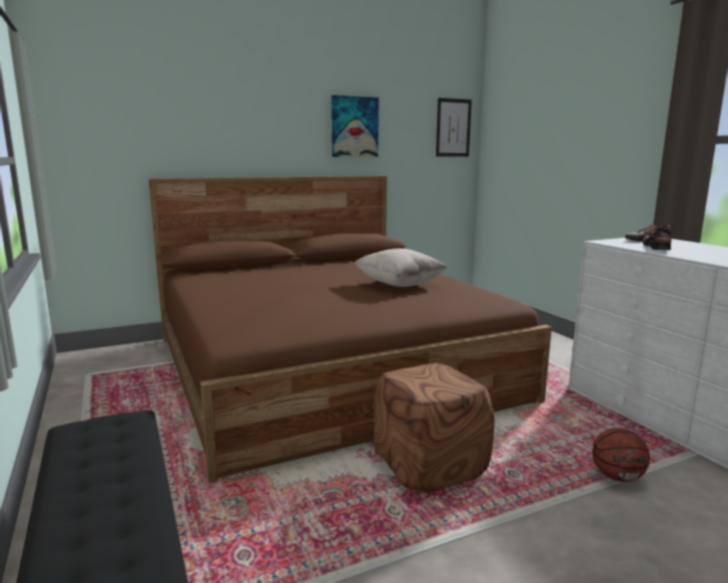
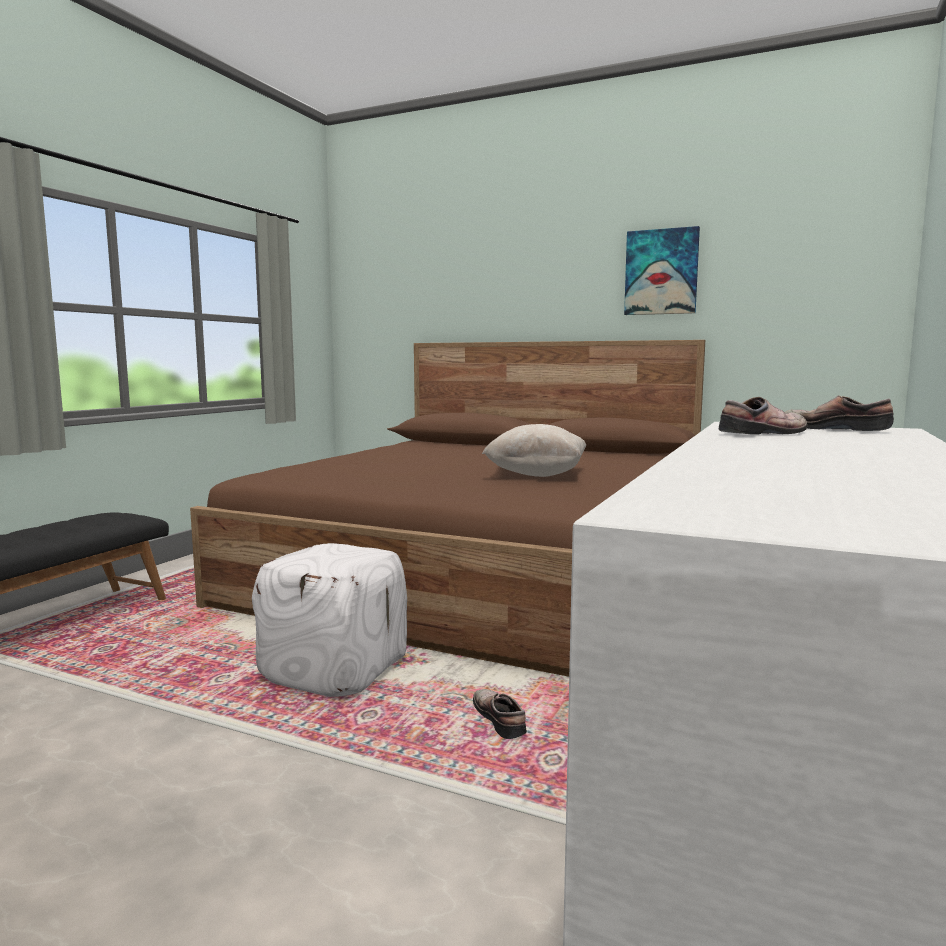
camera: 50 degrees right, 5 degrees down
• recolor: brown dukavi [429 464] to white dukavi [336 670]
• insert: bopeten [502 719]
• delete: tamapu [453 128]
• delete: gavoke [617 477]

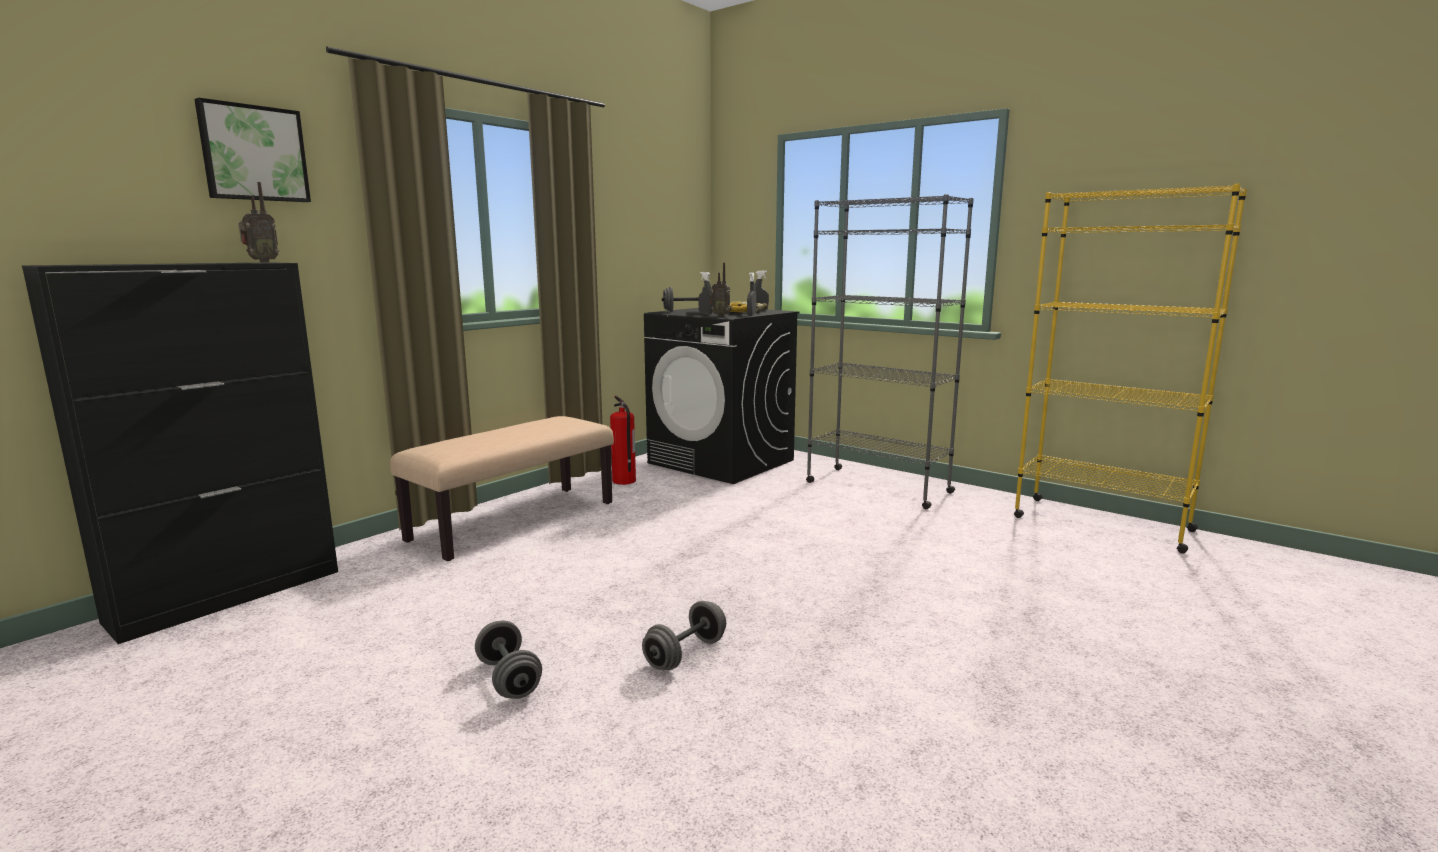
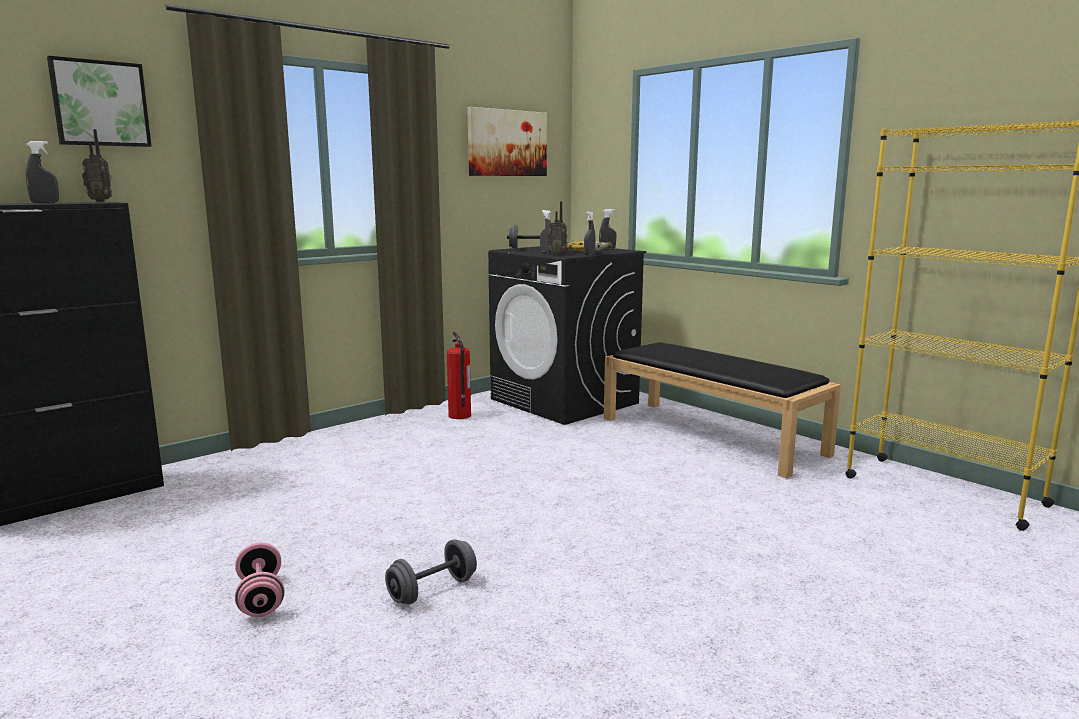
camera: 10 degrees right, 0 degrees up
• insert: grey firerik [45 202]
• rotate: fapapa [260 262] = [101 201] 60 degrees clockwise
• recolor: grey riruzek [509 679] to pink riruzek [261 598]
• insert: tamapu [507 143]
• replace: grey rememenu [877 487] to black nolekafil [712 436]
• delete: beige nolekafil [514 521]

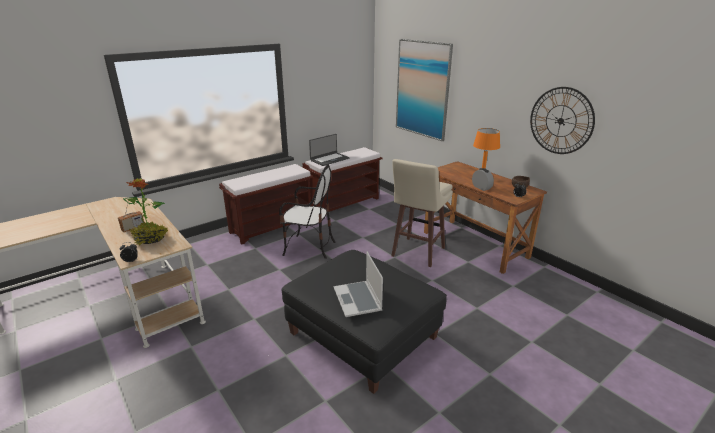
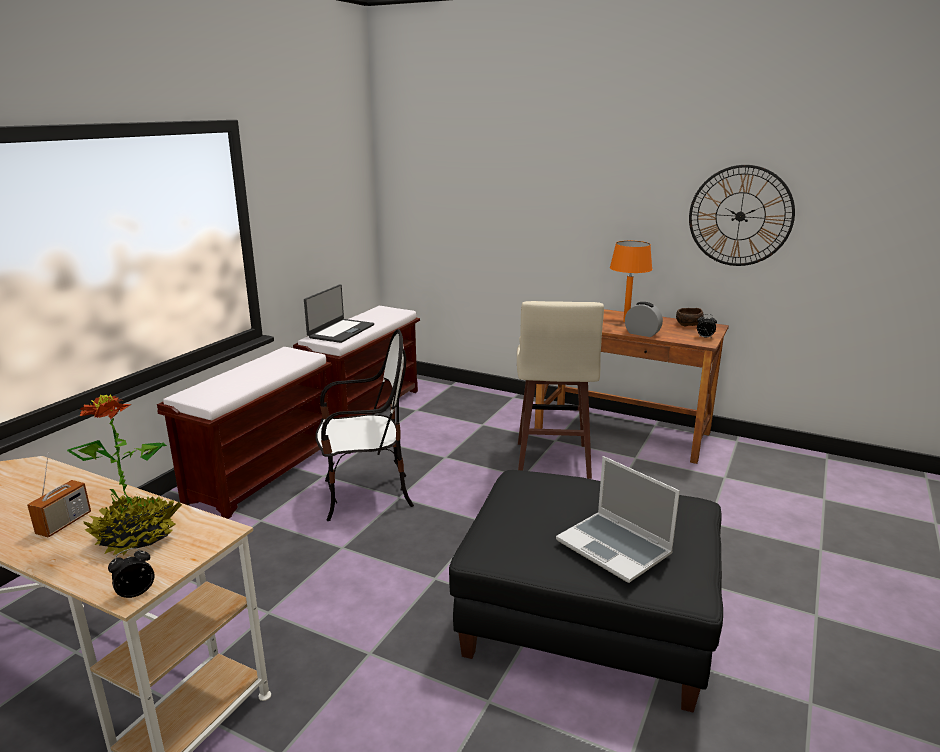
camera: 25 degrees left, 5 degrees down
• delete: tamapu [422 89]

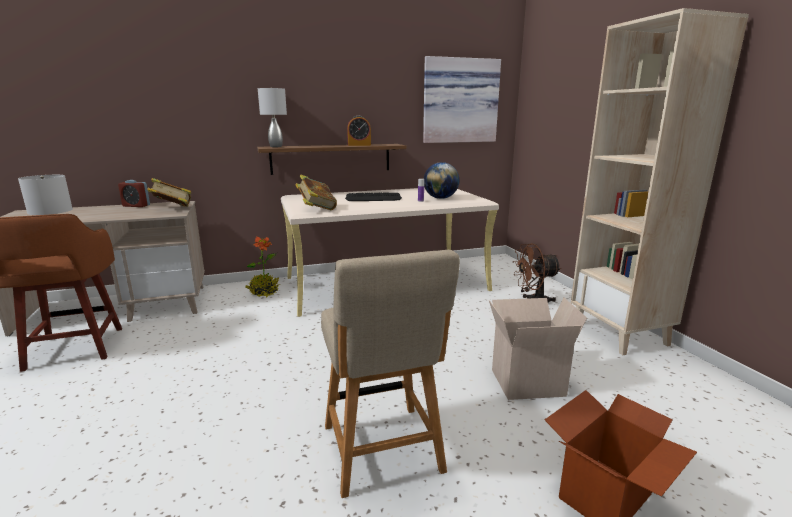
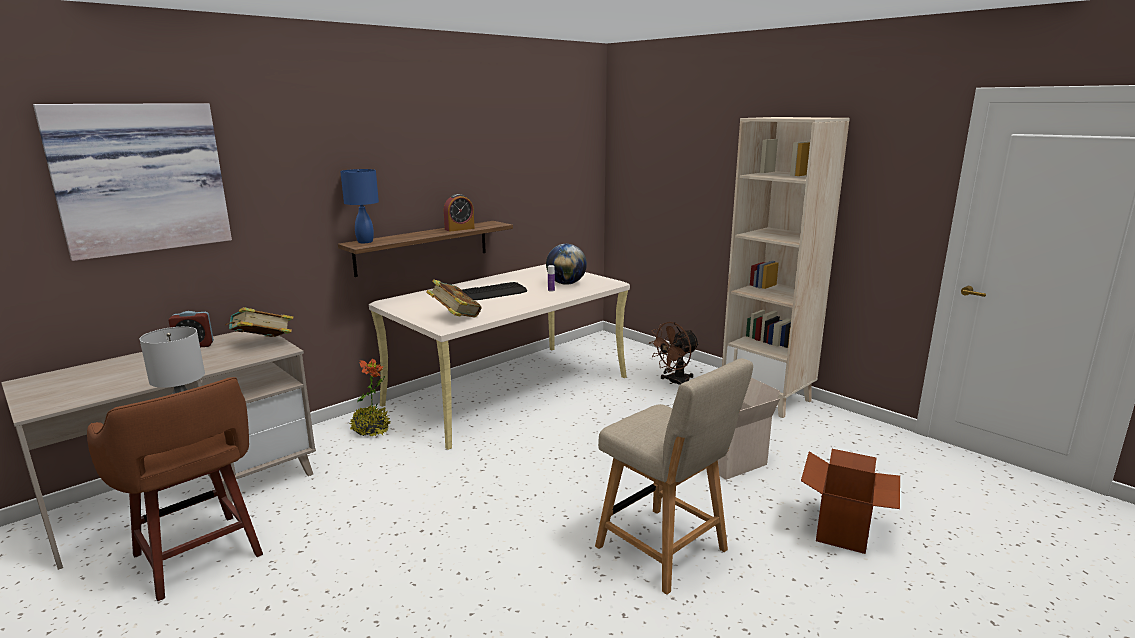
camera: 25 degrees left, 0 degrees up
• move: tamapu [459 101] to [140 178]
• recolor: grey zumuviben [276 146] to blue zumuviben [365 241]

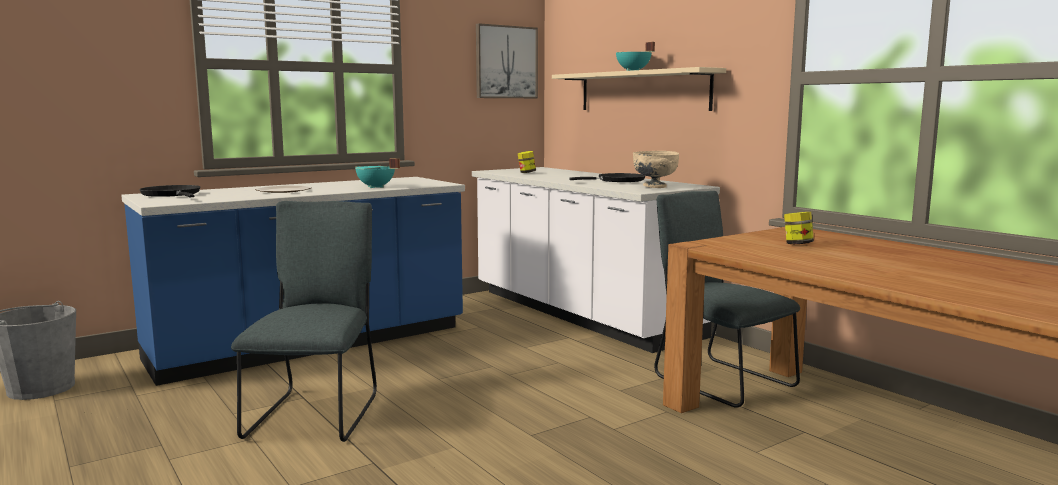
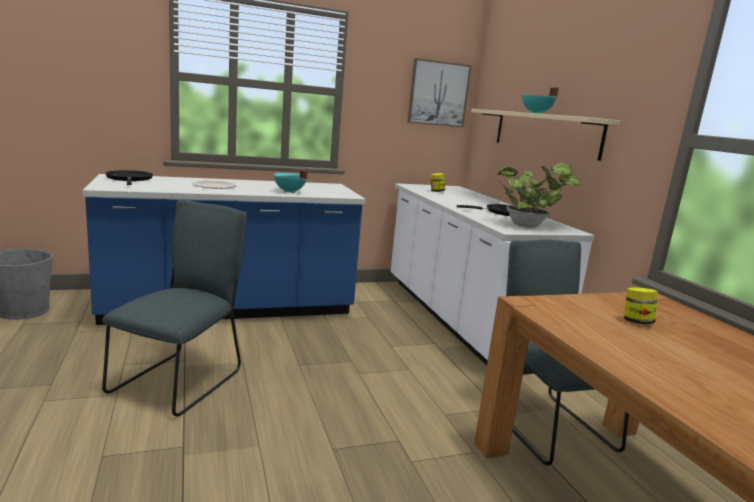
camera: 15 degrees right, 5 degrees up
• replace: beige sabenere [654 187] to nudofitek [528 226]

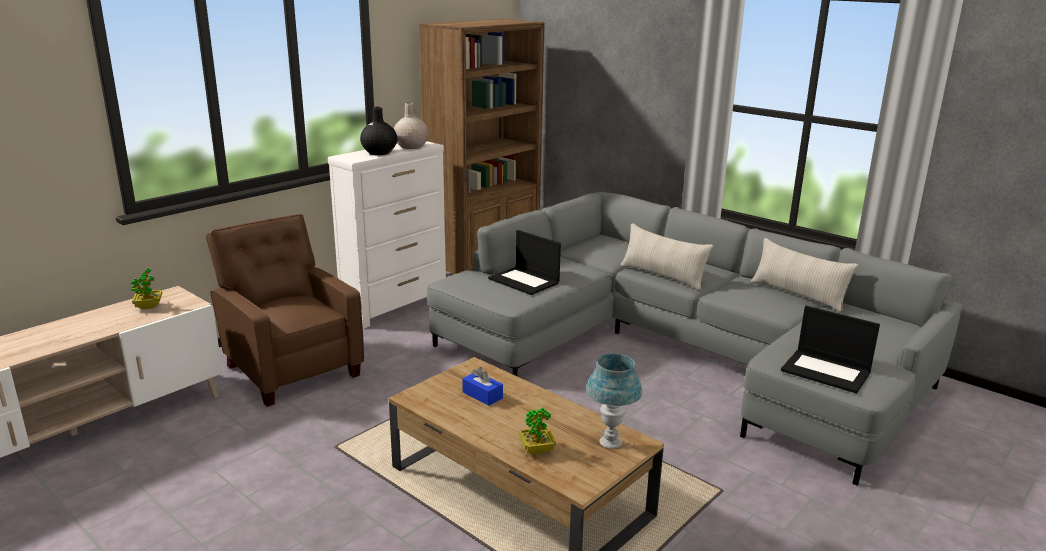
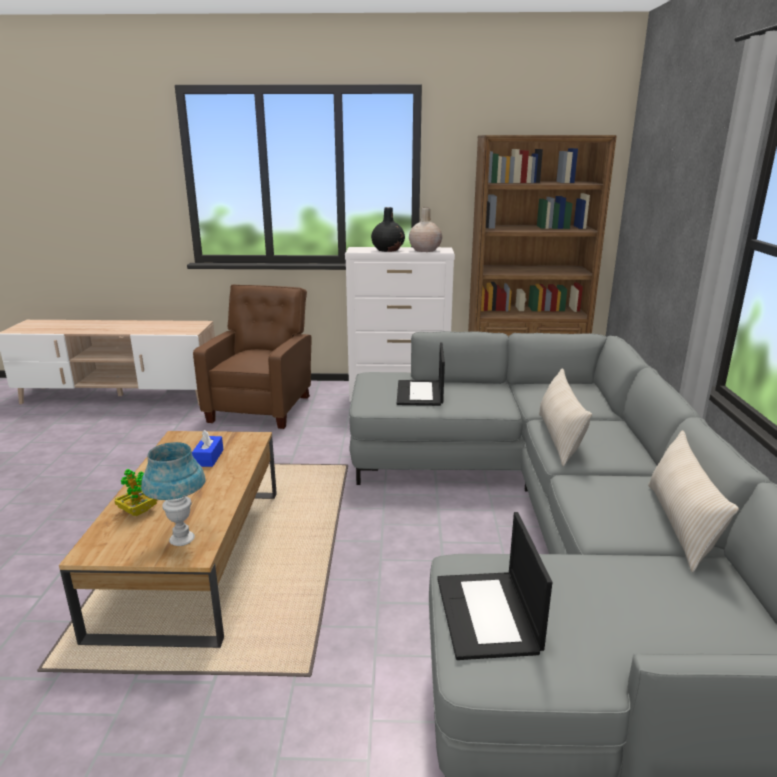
camera: 50 degrees right, 0 degrees up
• delete: nudofitek [149 306]

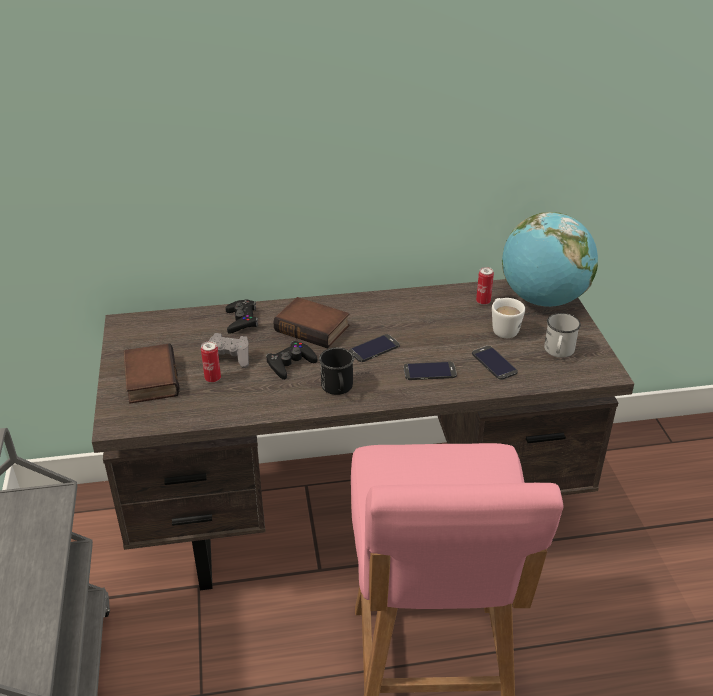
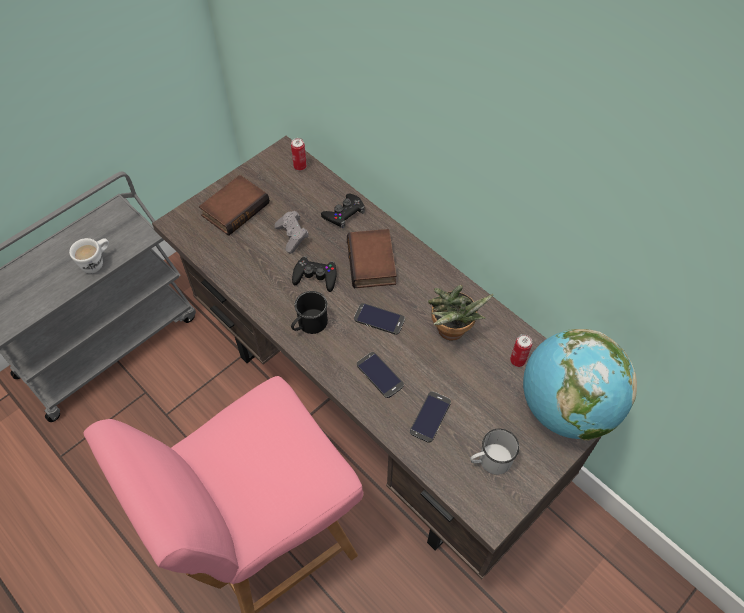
camera: 55 degrees right, 20 degrees up
• move: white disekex [503 329] to [97 262]
• move: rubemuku [213 378] to [300 166]
• insert: nudofitek [451 333]

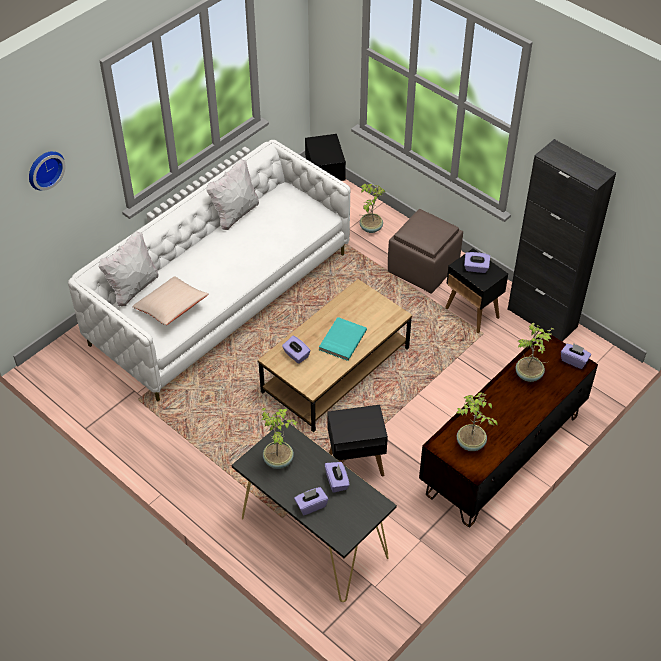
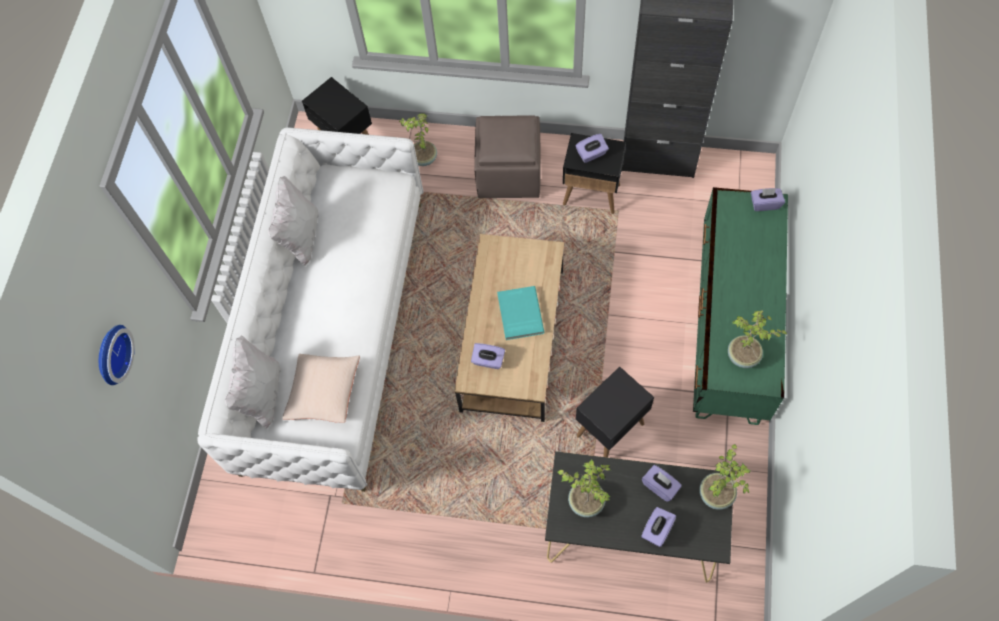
camera: 30 degrees left, 15 degrees up
• recolor: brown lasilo [502 454] to green lasilo [729 329]
• move: nudofitek [529 375] to [717 494]

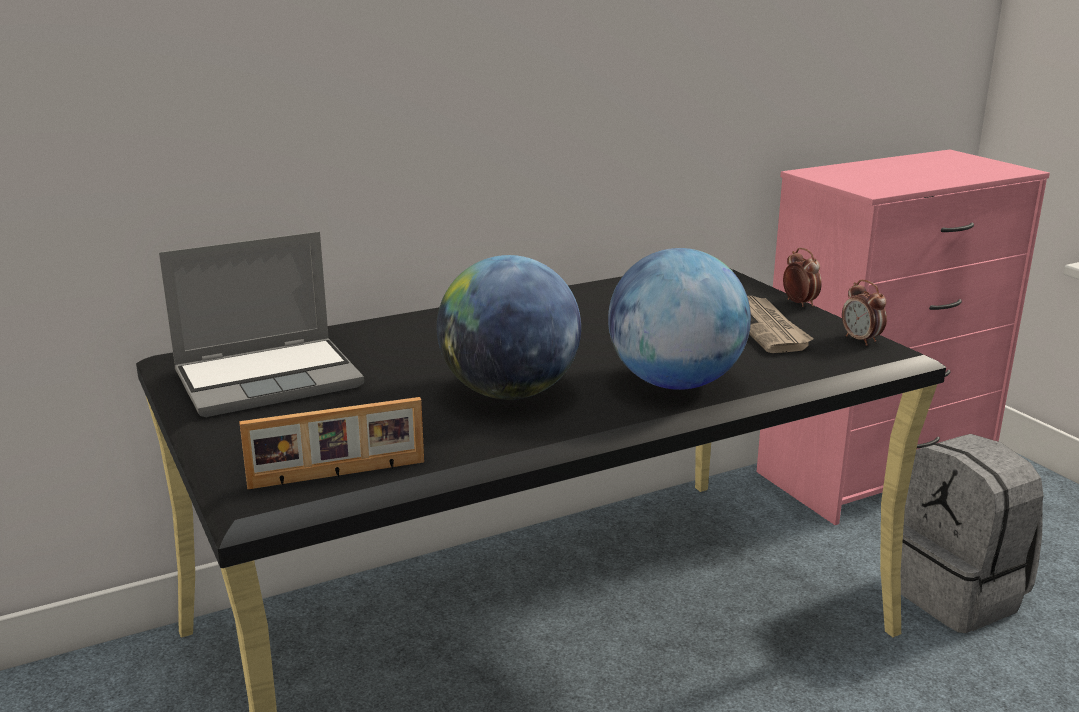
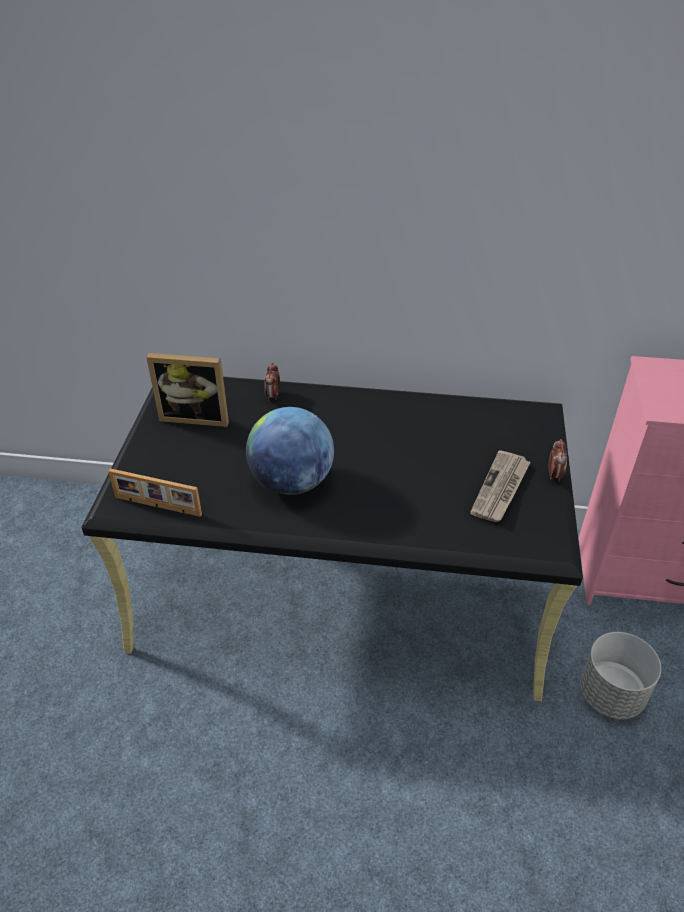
camera: 35 degrees right, 20 degrees up
• replace: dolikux [270 379] to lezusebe [196 416]
• move: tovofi [861 340] to [273 396]
• replace: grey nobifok [957 593] to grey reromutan [611 695]
• delete: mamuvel [675 383]

